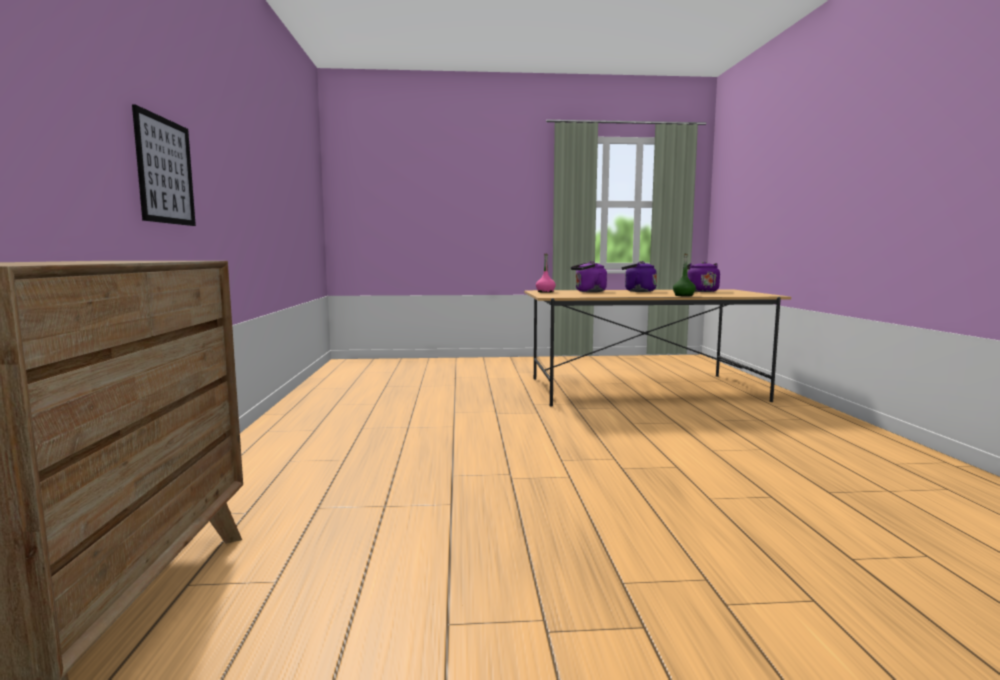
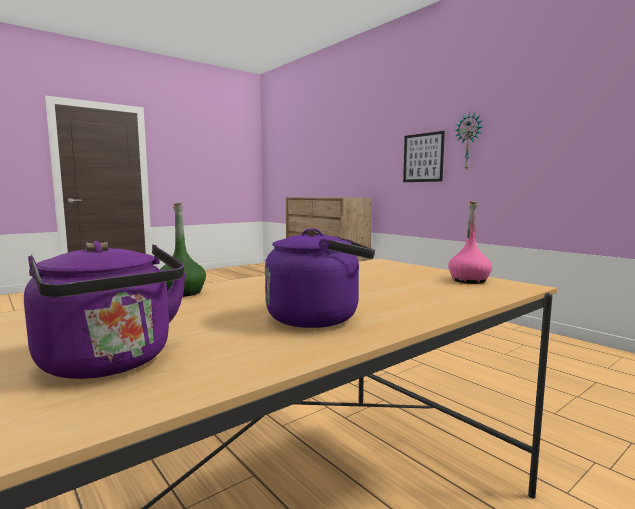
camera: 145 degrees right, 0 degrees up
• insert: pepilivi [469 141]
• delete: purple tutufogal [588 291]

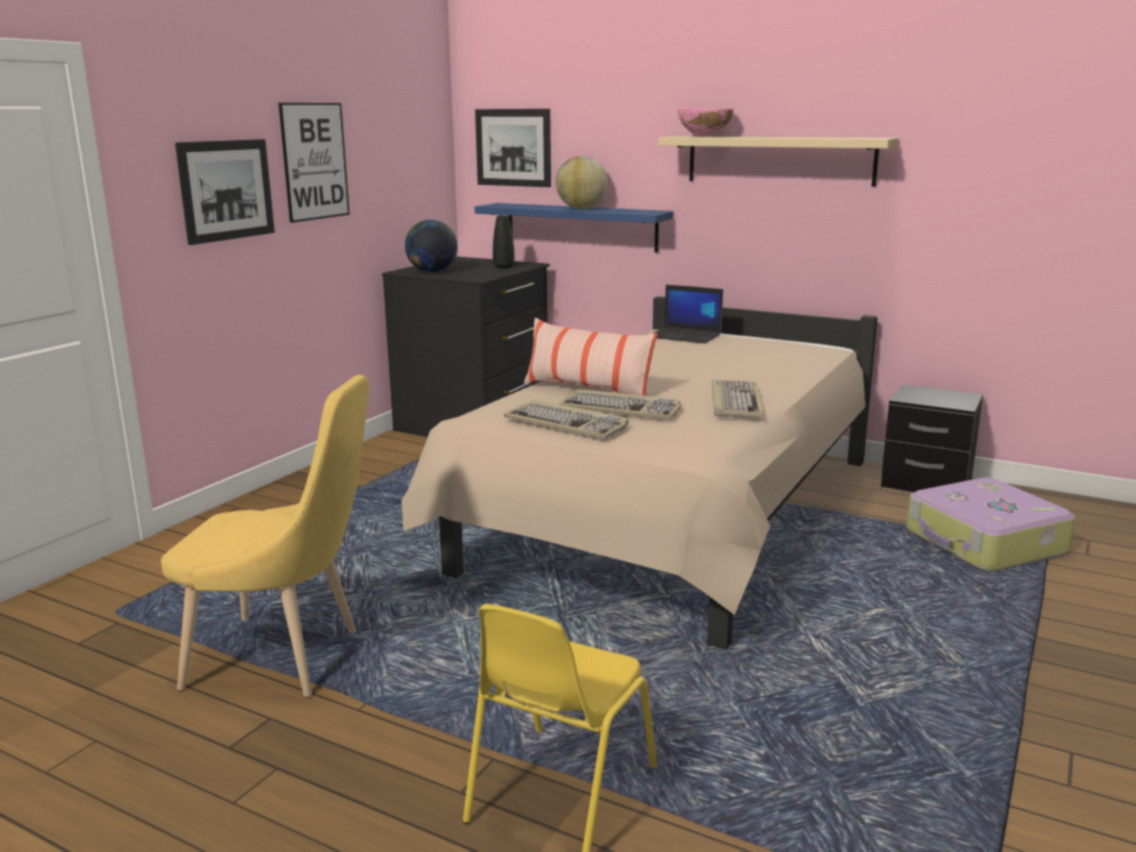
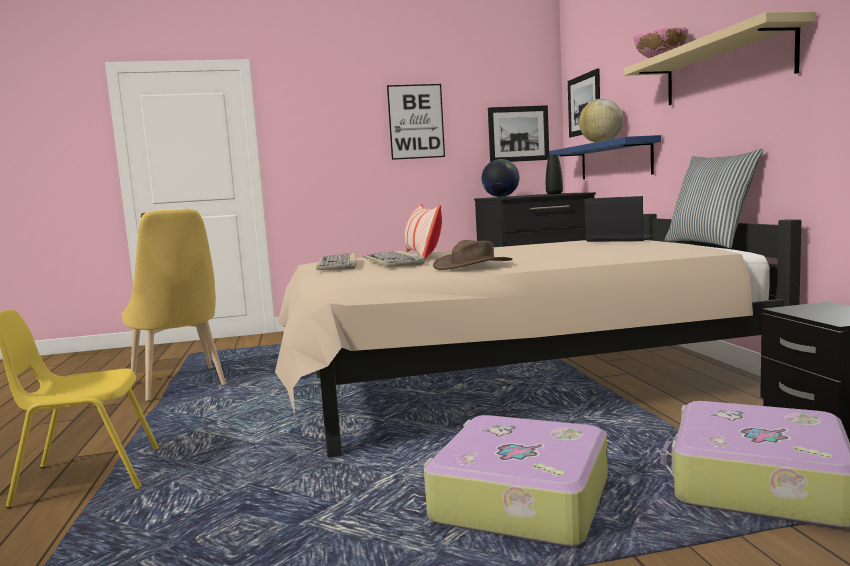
camera: 50 degrees right, 10 degrees down
• insert: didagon [518 500]
• replace: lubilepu [735 402] to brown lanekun [472 265]
• move: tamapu [226 190] to [518 134]
• rotate: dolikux [686 336] = [618 239] 135 degrees clockwise
• insert: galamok [709 243]

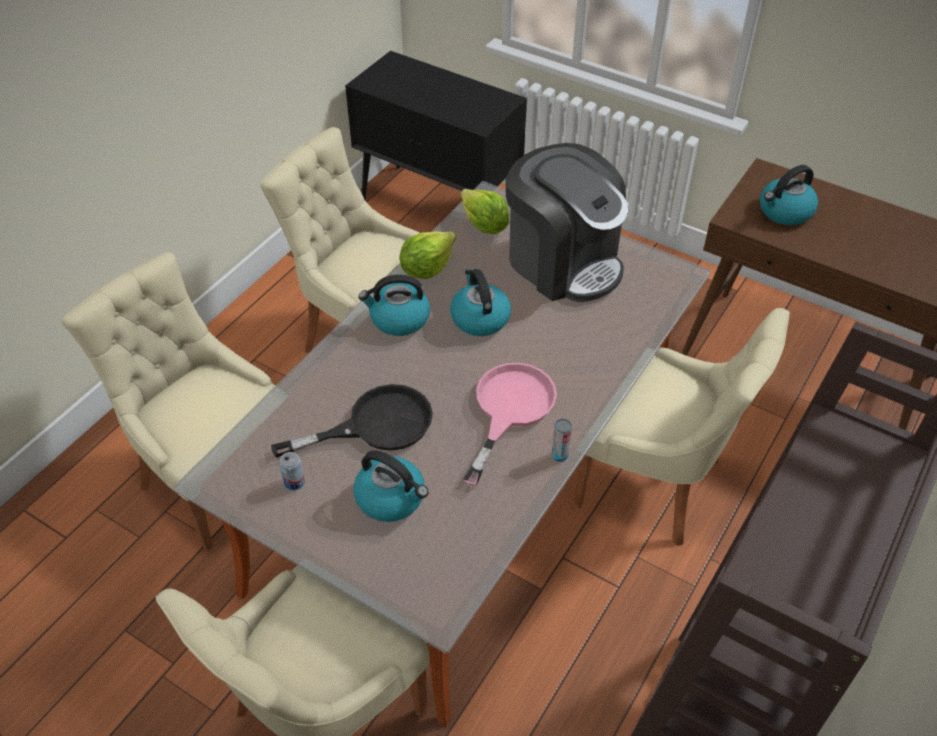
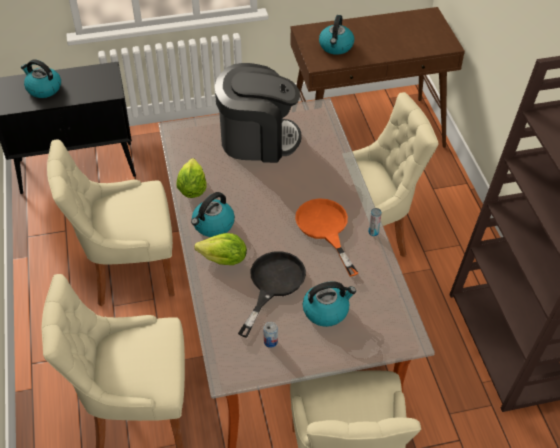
camera: 45 degrees left, 0 degrees up
• move: tutufogal [479 318] to [43 89]
• move: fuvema [484 226] to [224 260]
• recolor: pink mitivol [509 409] to orange mitivol [325 229]

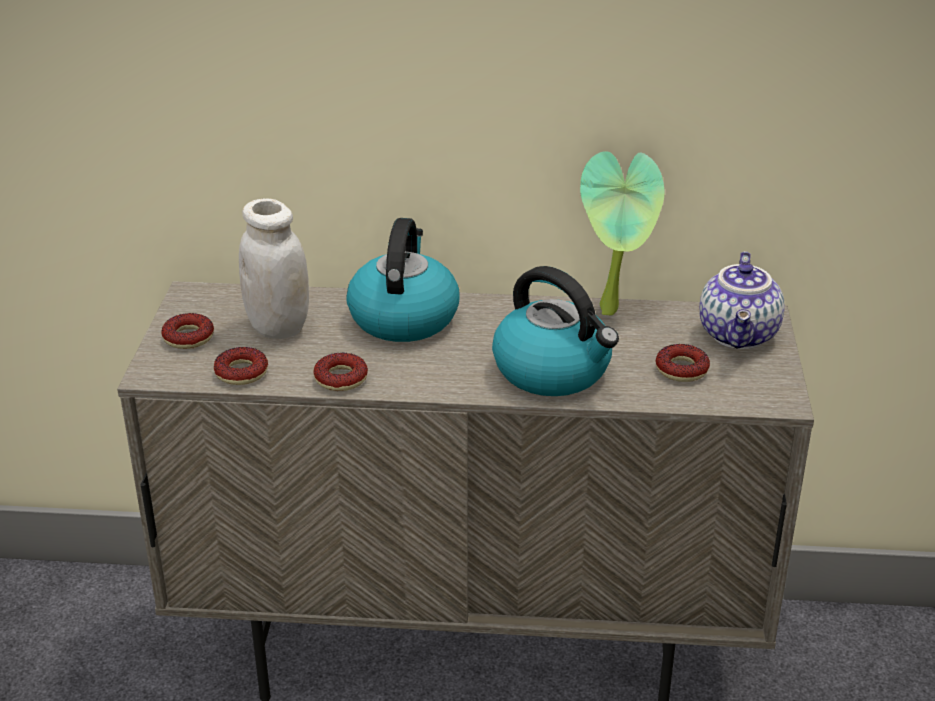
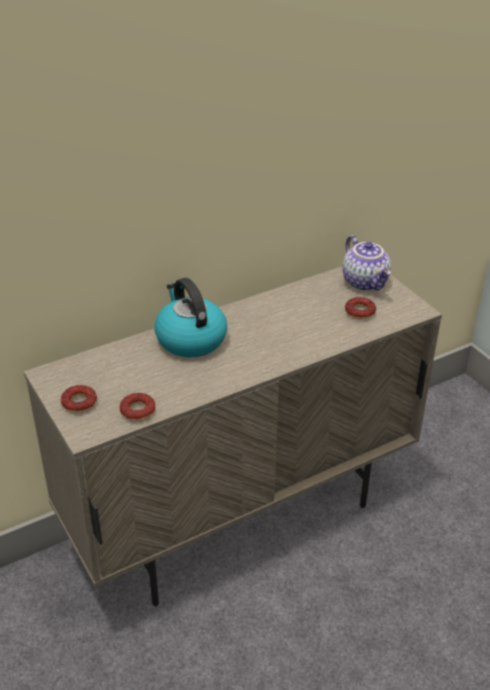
camera: 35 degrees left, 5 degrees up
• delete: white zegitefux [278 327]
• delete: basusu [341 378]
• delete: tutufogal [554 371]
• delete: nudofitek [614 311]

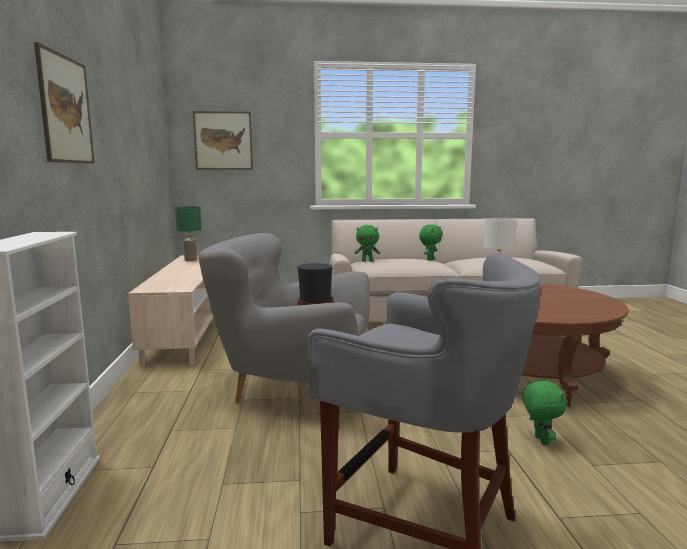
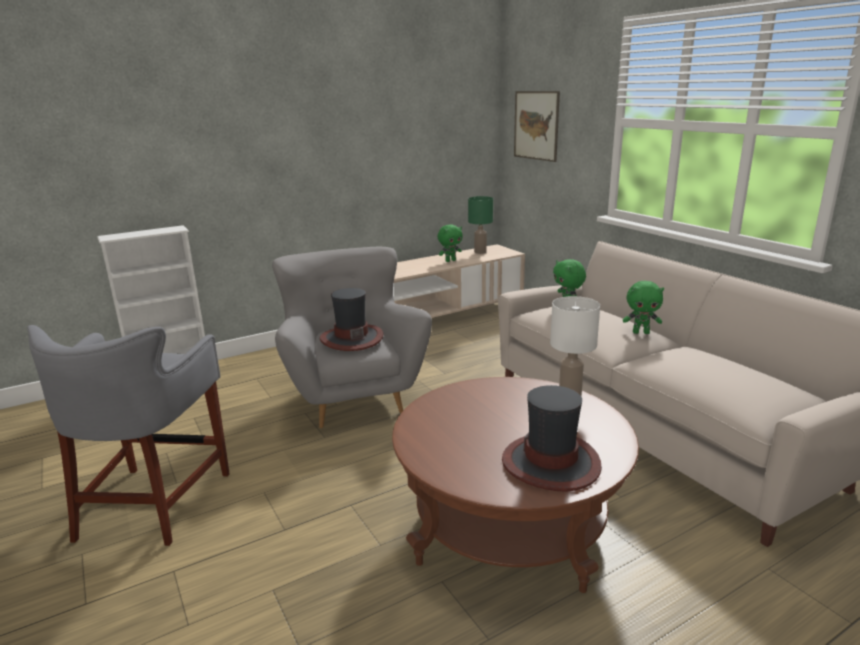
camera: 65 degrees right, 10 degrees up
• move: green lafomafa [540 440] to [450 260]
• insert: lanekun [551 463]
• delete: tamapu [66 110]

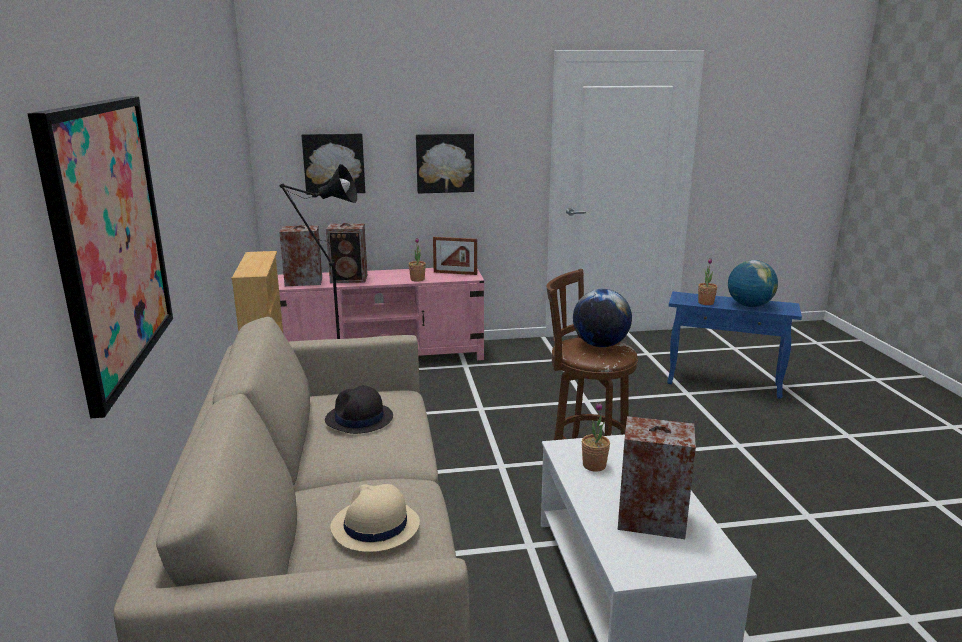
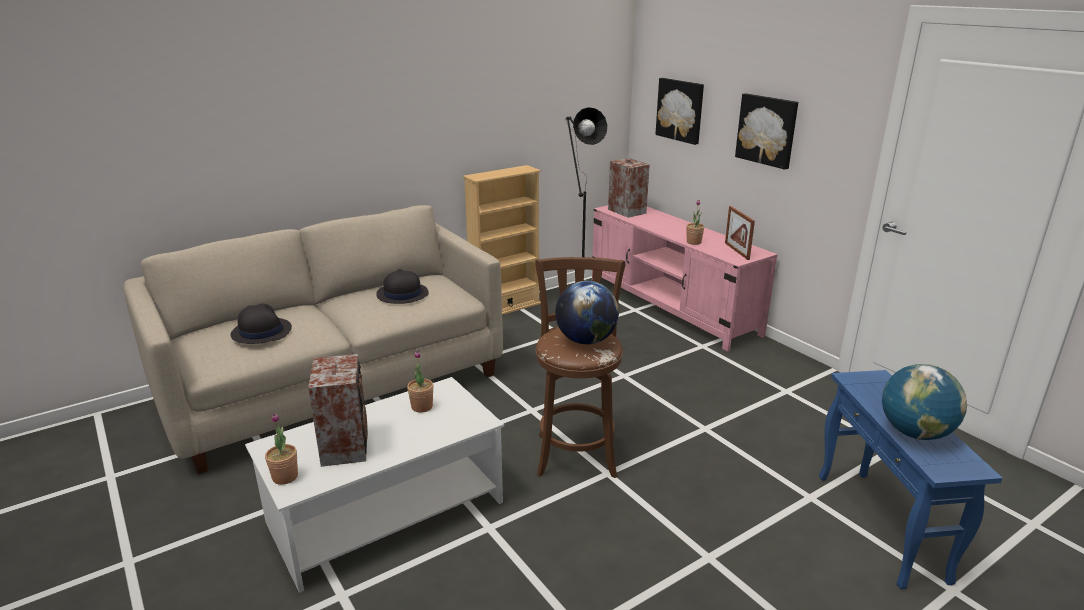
camera: 65 degrees right, 5 degrees up
• recolor: beige lanekun [374 526] to black lanekun [261 332]
• move: nudofitek [705 303] to [285 477]
• delete: tamapu [110 240]
• delete: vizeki [350 279]

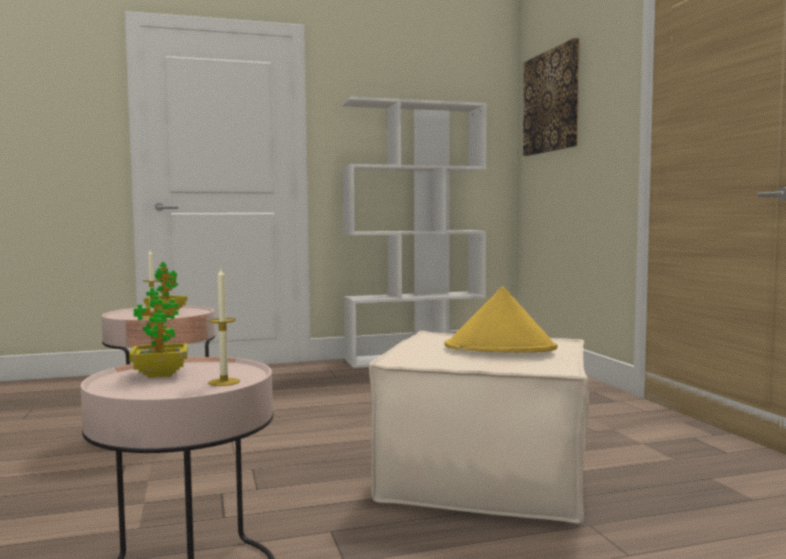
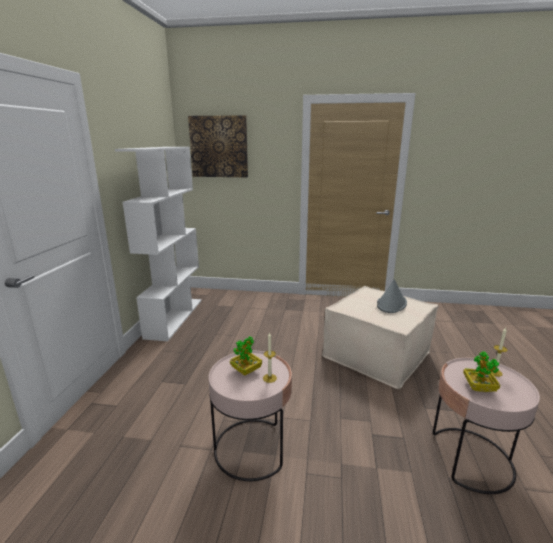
camera: 65 degrees left, 15 degrees up
• recolor: yellow lanekun [501 348] to grey lanekun [391 304]

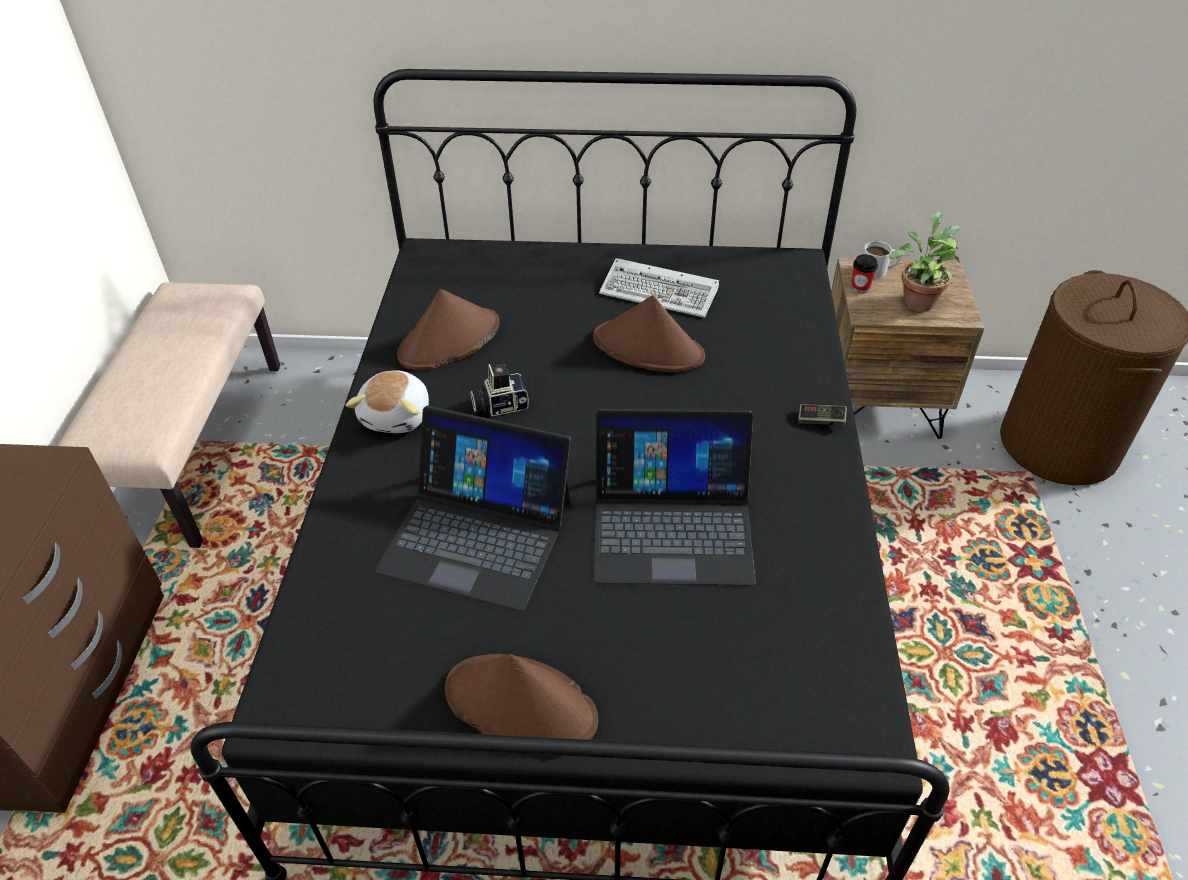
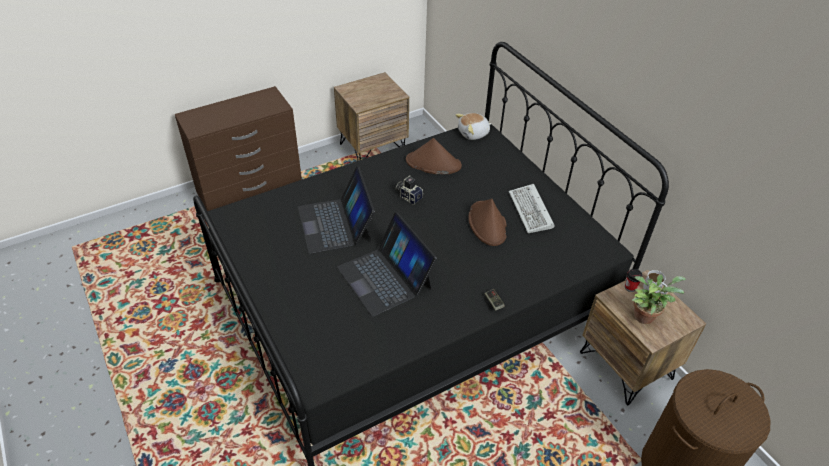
camera: 55 degrees right, 0 degrees up
• replace: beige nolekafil [195 447] to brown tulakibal [372 148]
• move: lafomafa [397 416] to [473 133]
• delete: brown lanekun [519 705]

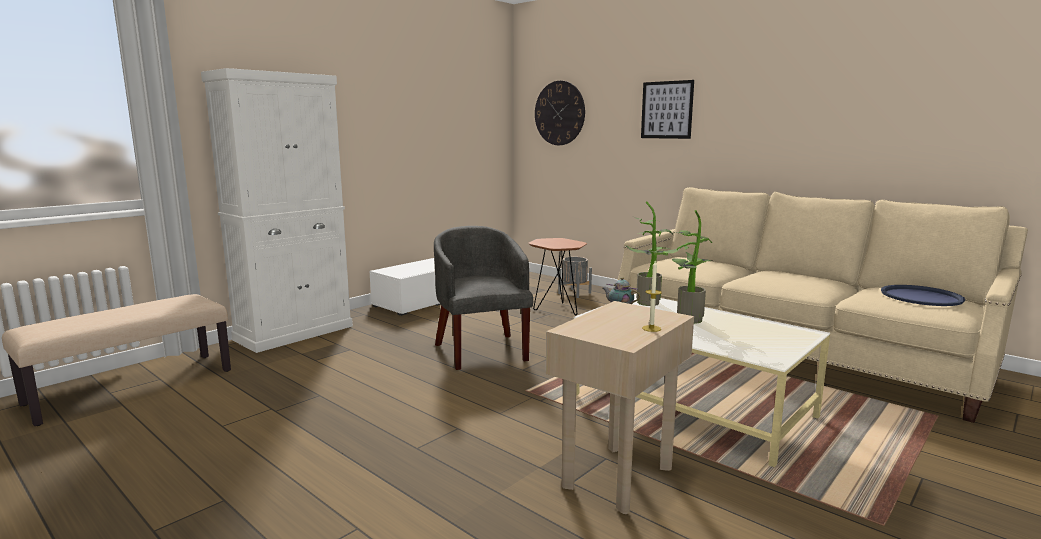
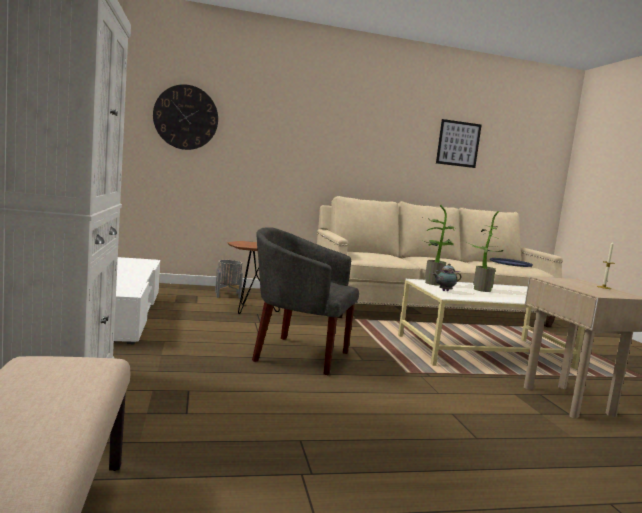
camera: 55 degrees left, 5 degrees down
• move: tamapu [666 110] to [458 143]

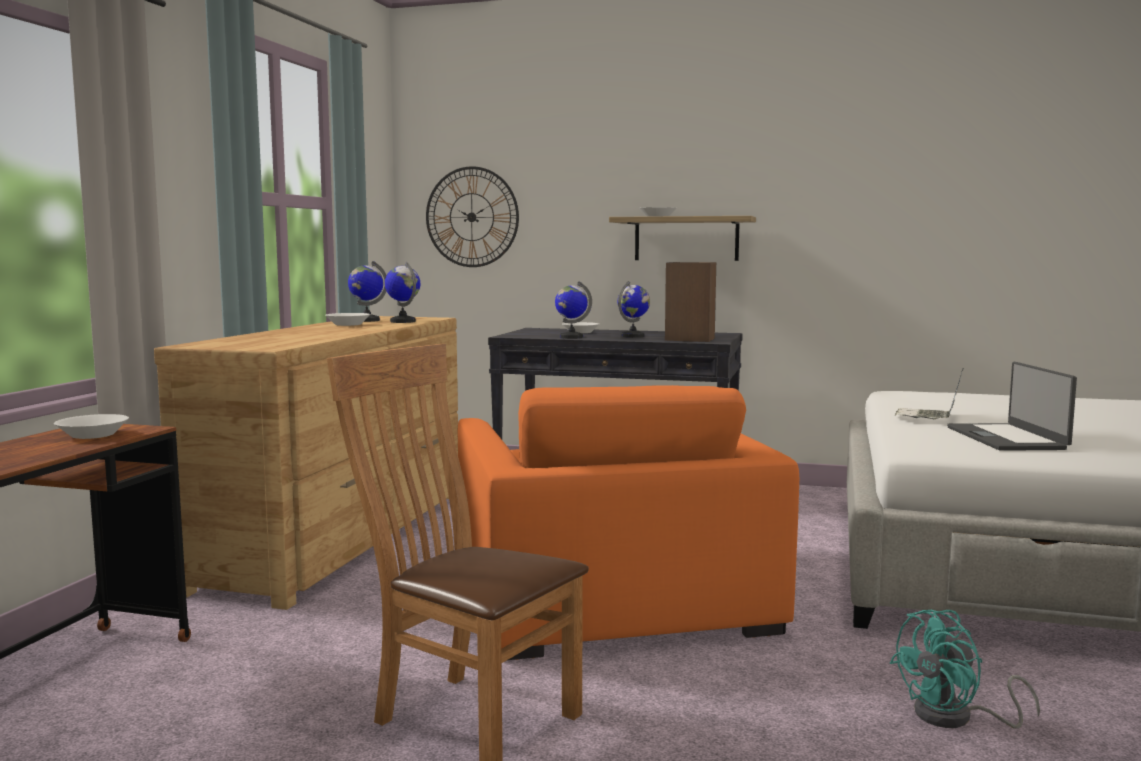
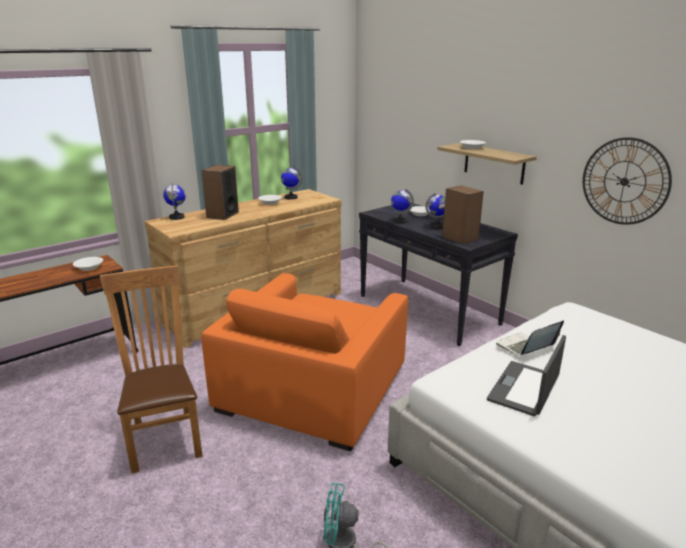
camera: 35 degrees right, 15 degrees up
• move: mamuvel [403 321] to [177 217]
• insert: vizeki [222 215]
• move: pepilivi [472 217] to [624 181]

